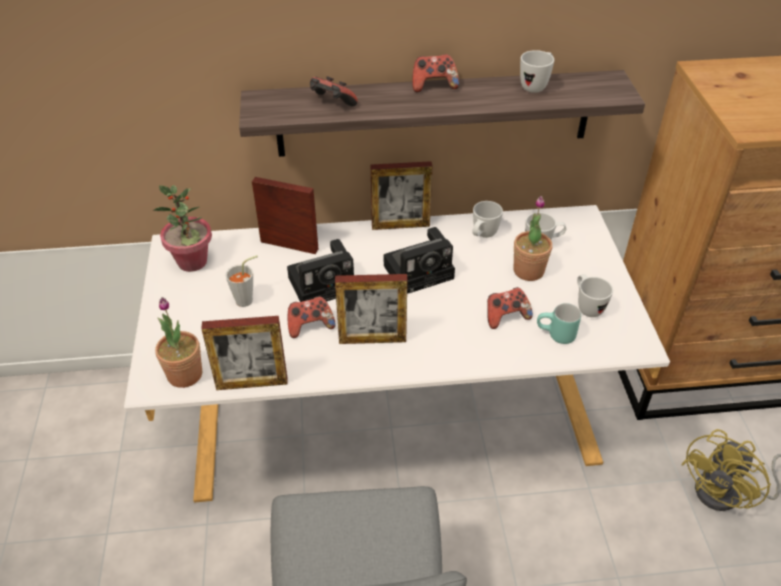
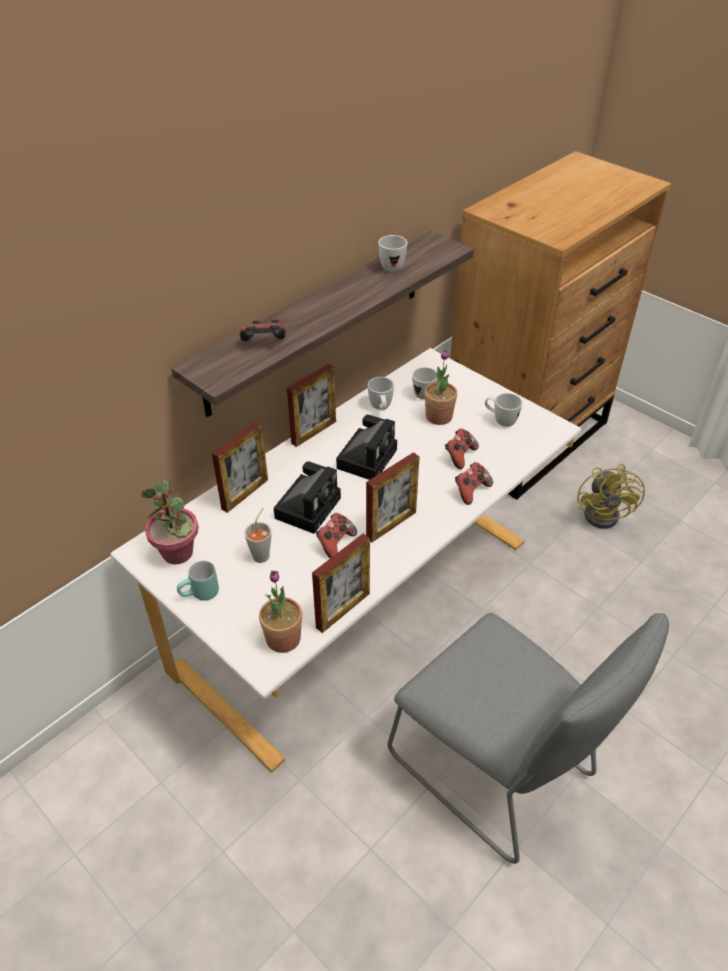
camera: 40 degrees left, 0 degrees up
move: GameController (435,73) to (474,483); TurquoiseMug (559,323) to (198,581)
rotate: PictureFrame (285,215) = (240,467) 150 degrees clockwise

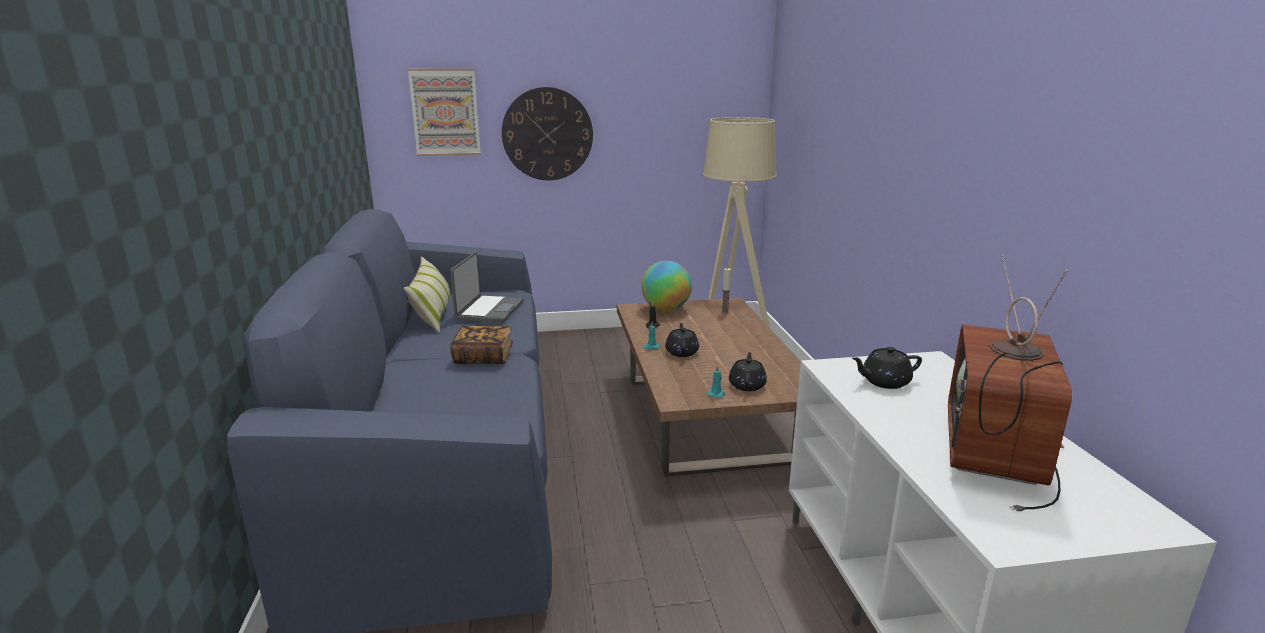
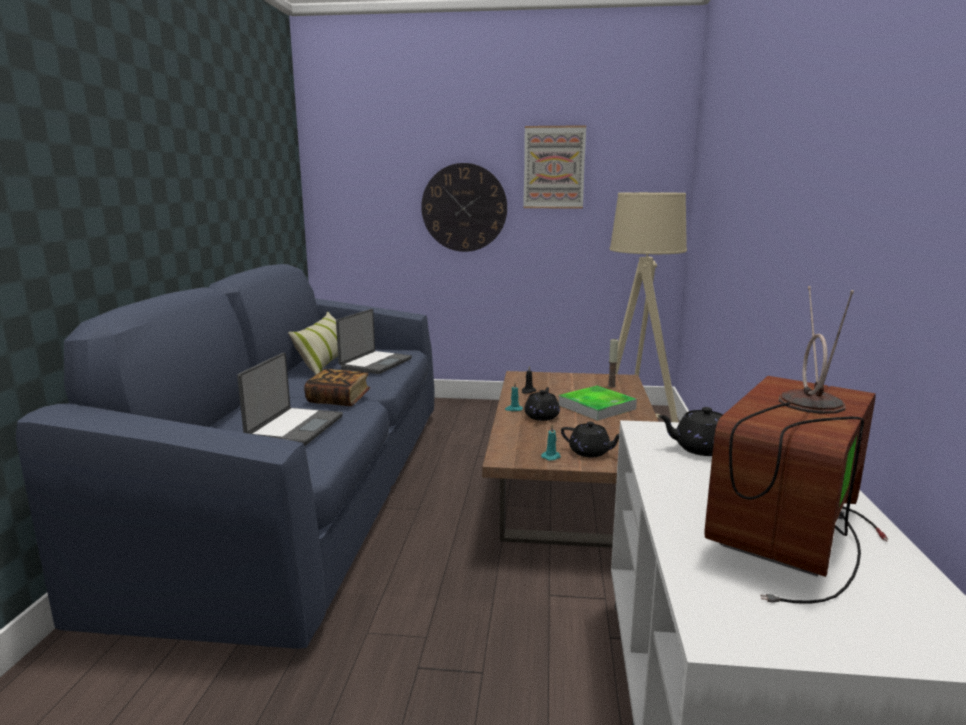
camera: 15 degrees right, 5 degrees down
delete: Globe (667,286)
insert: Laptop (290,399); Tray (598,403)
move: Picture (444,112) to (554,167)
rotate: BlackTeapot (748,371) = (590,439) 90 degrees clockwise

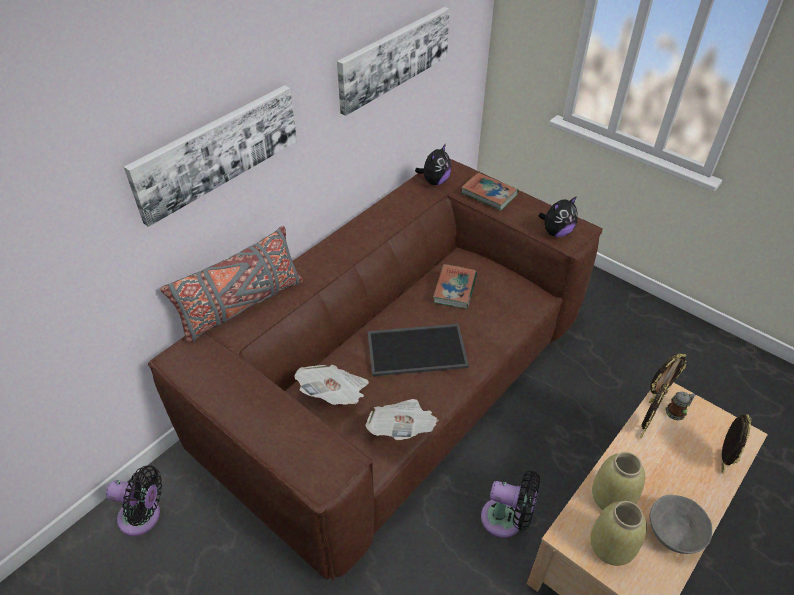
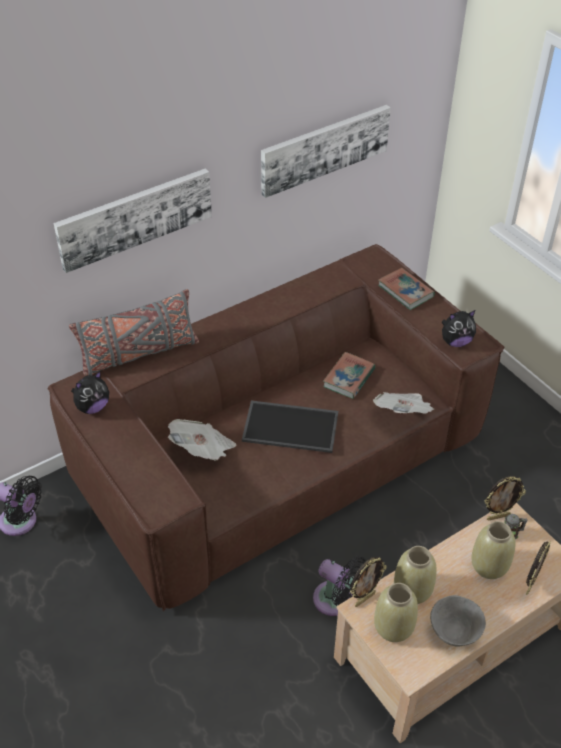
camera: 15 degrees right, 0 degrees up
insert: BeigeVase (493,550)
move: Newspaper (402,419) to (403,403); PlushToy (433,164) to (90,392); PictureFrame (655,411) to (368,582)

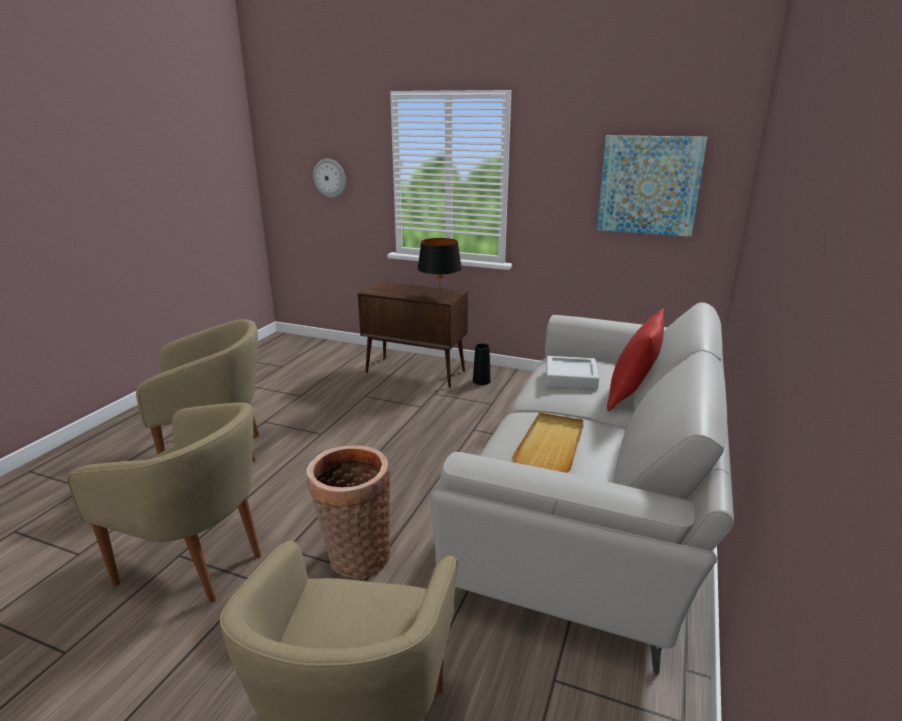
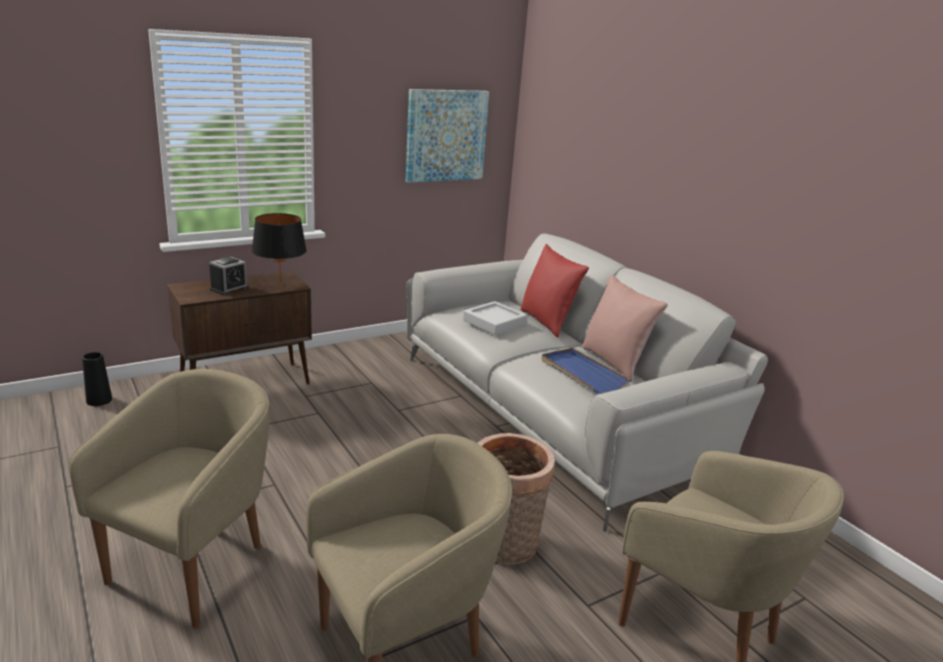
camera: 55 degrees left, 0 degrees up
delete: WallClock (329,178)
insert: AlarmClock (229,276); PinkPillow (625,328)
move: BlackVase (482,364) to (97,379)
recolor: BeigeTray (548,443) to BlueTray (586,371)

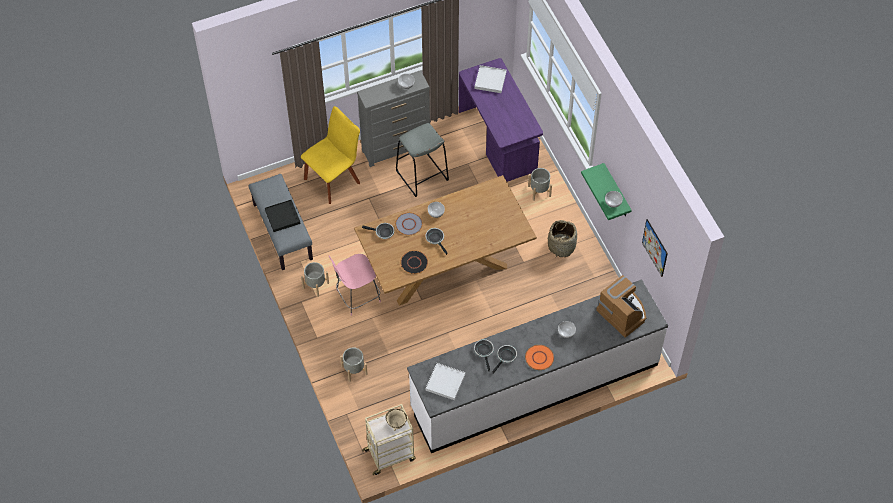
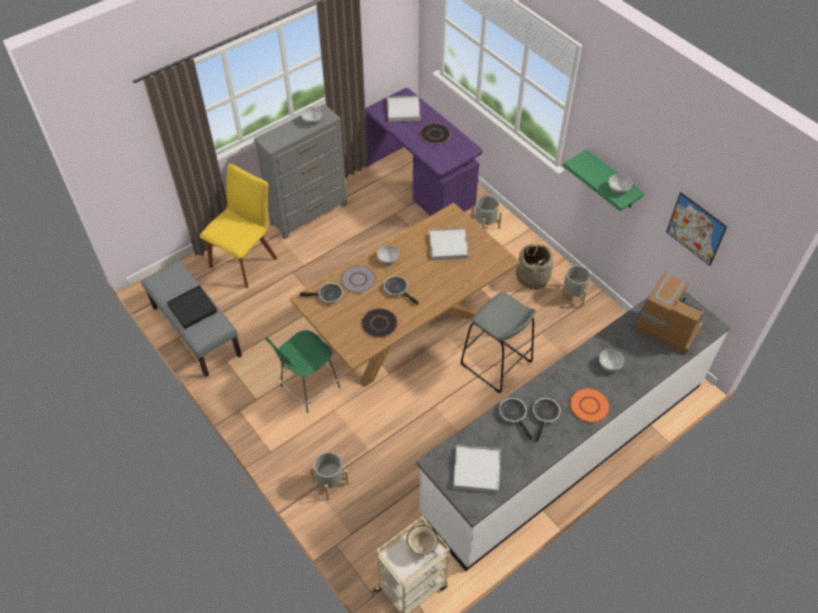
camera: 15 degrees left, 5 degrees down
insert: BlackPlate (435,133); WhiteTray (449,244)
move: GreyPlanter (315,279) to (575,286); GreyStool (422,160) to (498,342)
recolor: PinkStool (355,285) to GreenStool (302,371)

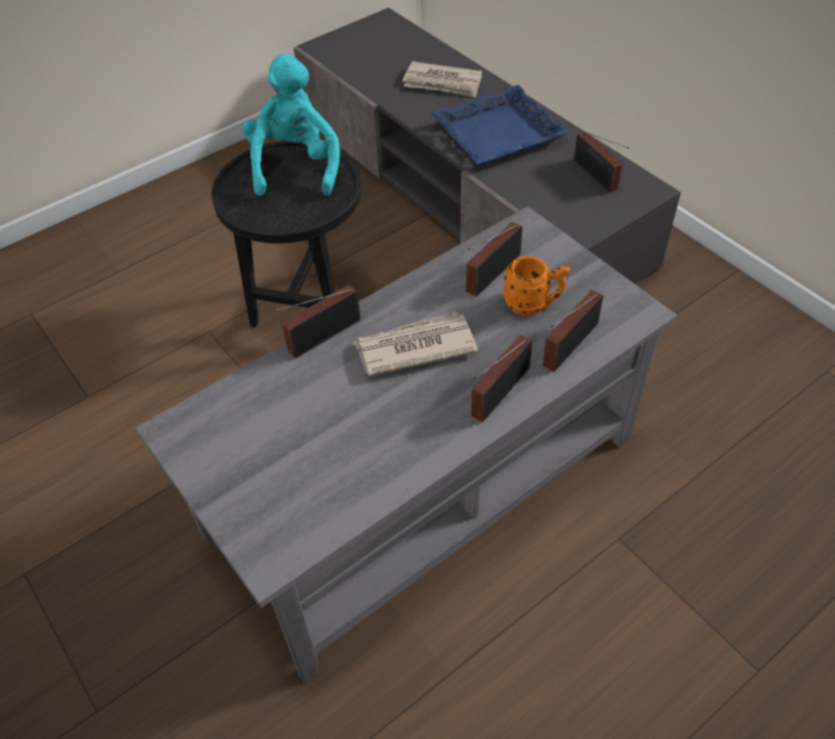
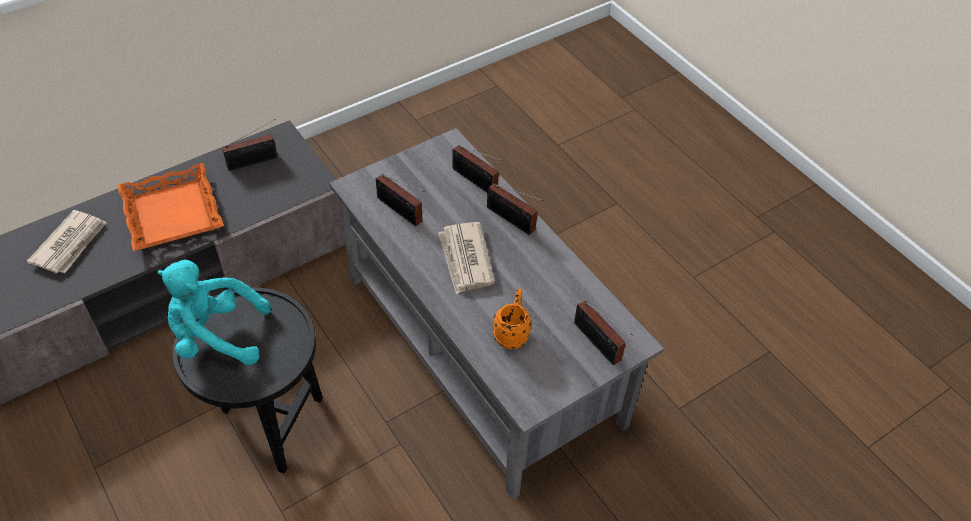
camera: 90 degrees left, 0 degrees up
move: Radio (317,321) to (603,332); OrangeMug (537,286) to (512,319)
recolor: BlueTray (500,125) to OrangeTray (170,207)

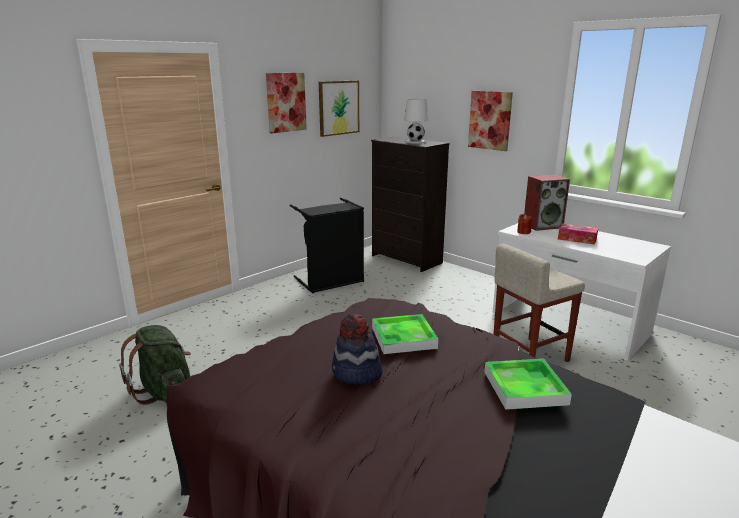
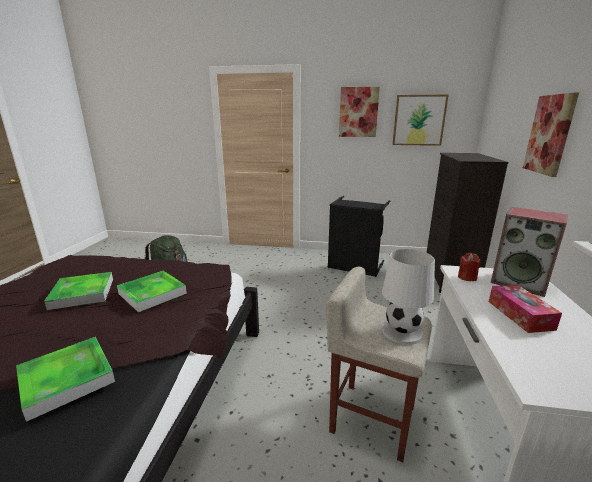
camera: 55 degrees right, 0 degrees up
move: WhiteTableLamp (416,121) to (408,297)
replace: Hat (357,349) to Tray (78,291)

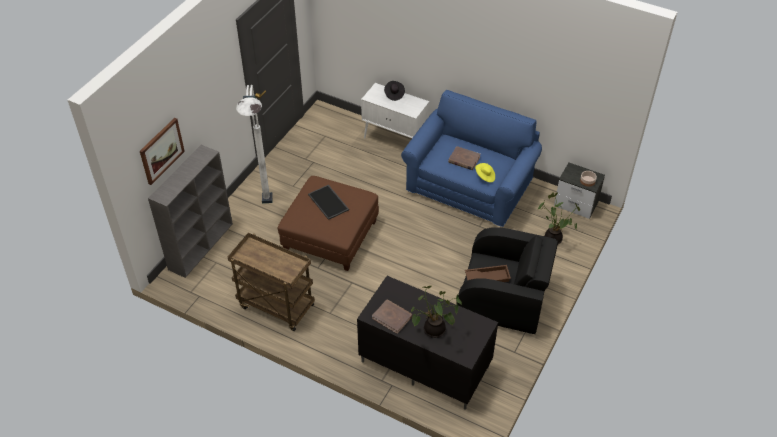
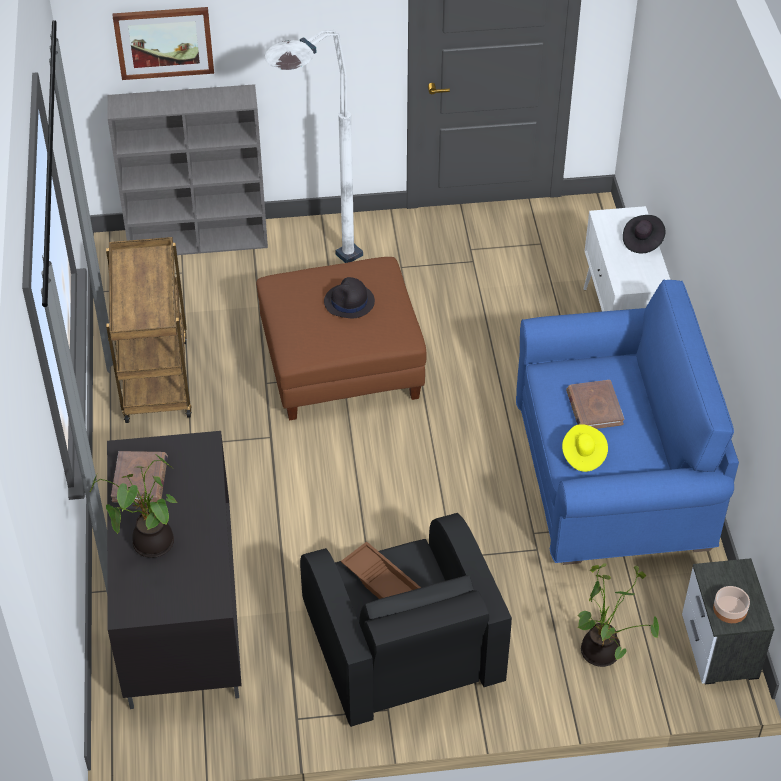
camera: 55 degrees right, 0 degrees up
replace: Tray (328,202) to BlackHat (349,297)

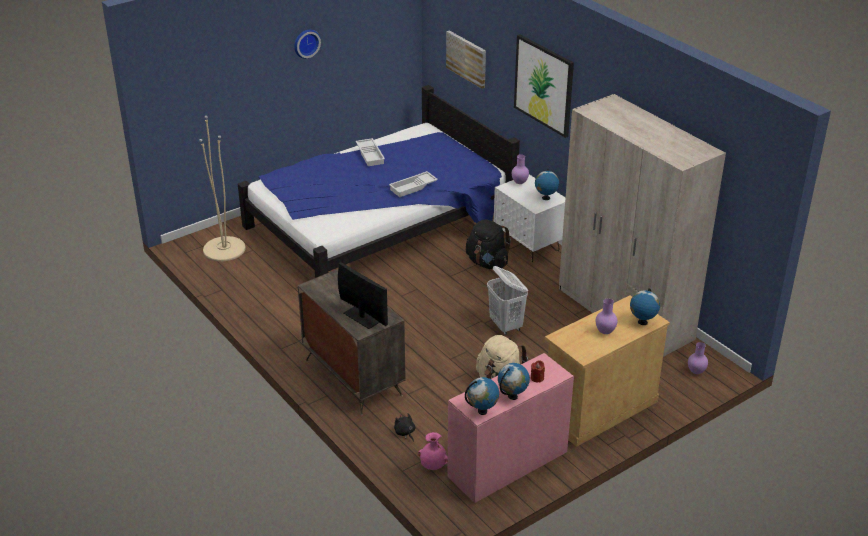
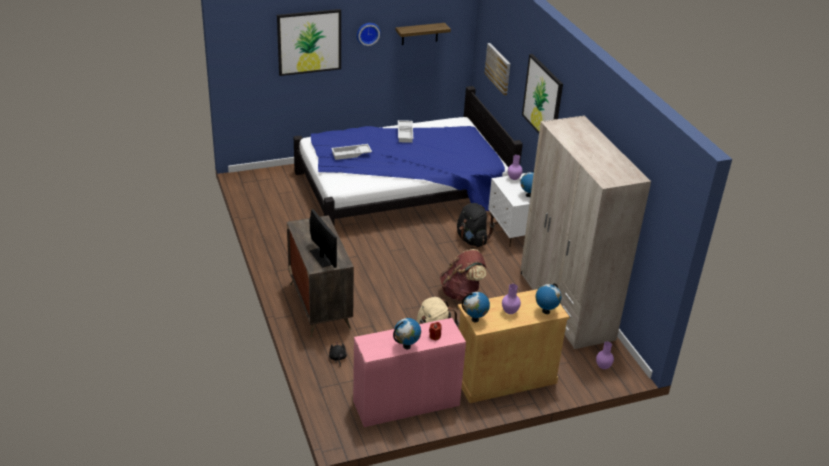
camera: 15 degrees right, 0 degrees up
delete: BeigeFloorLamp (222,188); PinkVase (433,451)
insert: Picture (309,42); Shelf (423,34)
move: WhiteTray (413,184) to (351,152); Globe (482,396) to (476,307)
replace: WhiteLaundryBasket (507,300) to BrownBackpack (463,275)

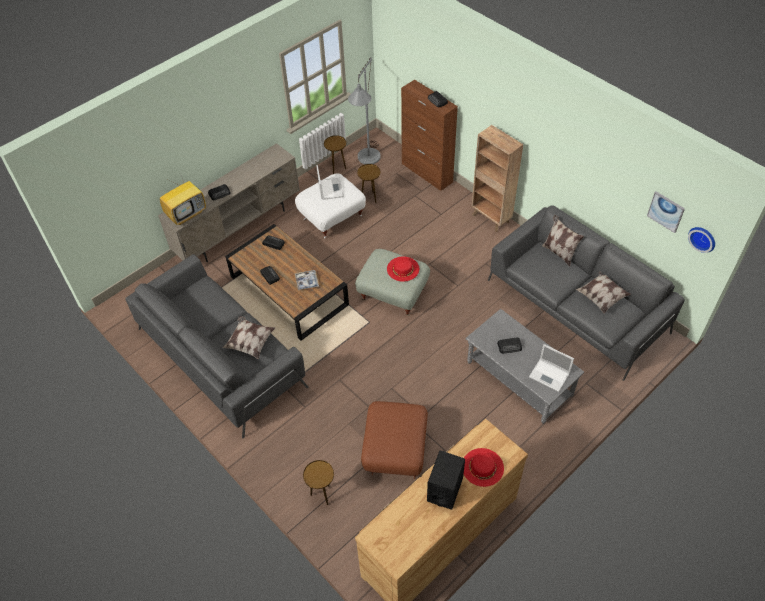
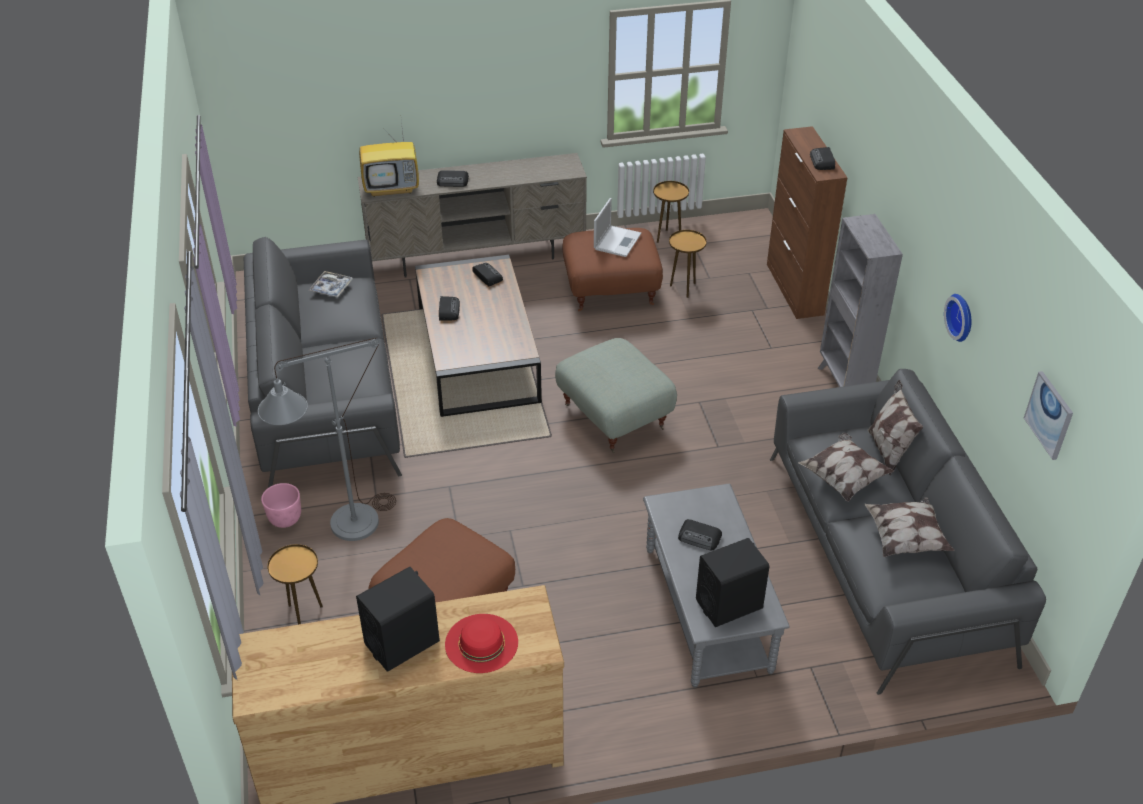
camera: 30 degrees right, 10 degrees down
delete: RedHat (403,269)
insert: PinkPlanter (281,505)
move: Pillow (248,337) to (846,467); Tray (307,280) to (330,284); GreyFloorLamp (364,110) to (327,439); WallClock (701,240) to (957,318)
replace: Laptop (551,368) to BlackSpeaker (732,582)
recolor: WhiteOttoman (330,206) to BrownOttoman (613,269); BrownBookcase (497,178) to GreyBookcase (860,300)

